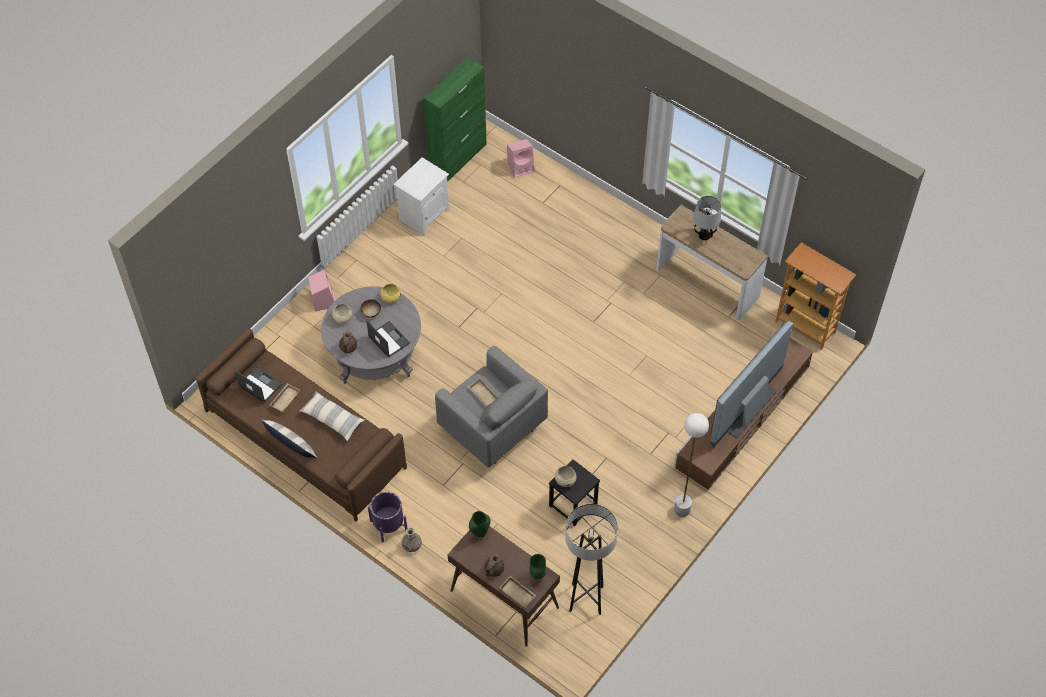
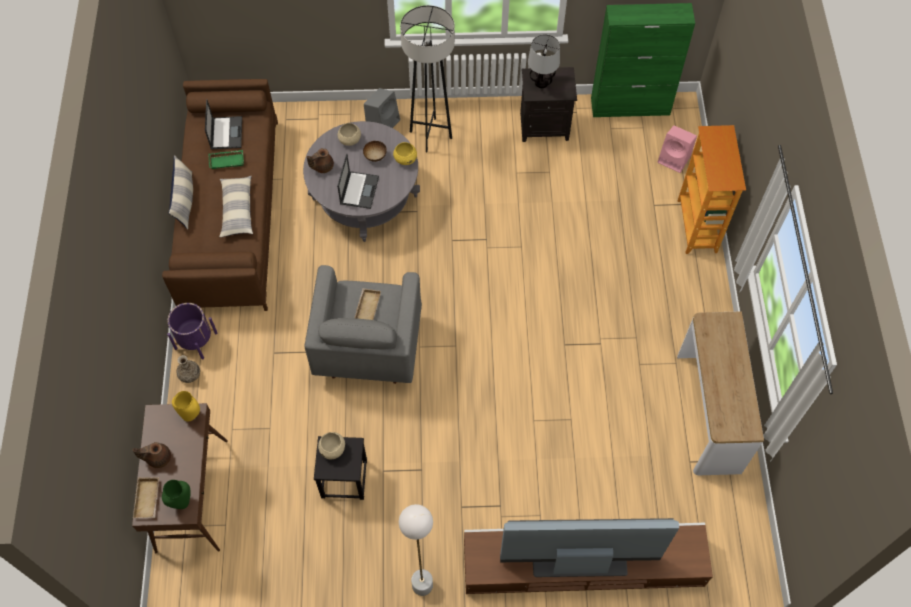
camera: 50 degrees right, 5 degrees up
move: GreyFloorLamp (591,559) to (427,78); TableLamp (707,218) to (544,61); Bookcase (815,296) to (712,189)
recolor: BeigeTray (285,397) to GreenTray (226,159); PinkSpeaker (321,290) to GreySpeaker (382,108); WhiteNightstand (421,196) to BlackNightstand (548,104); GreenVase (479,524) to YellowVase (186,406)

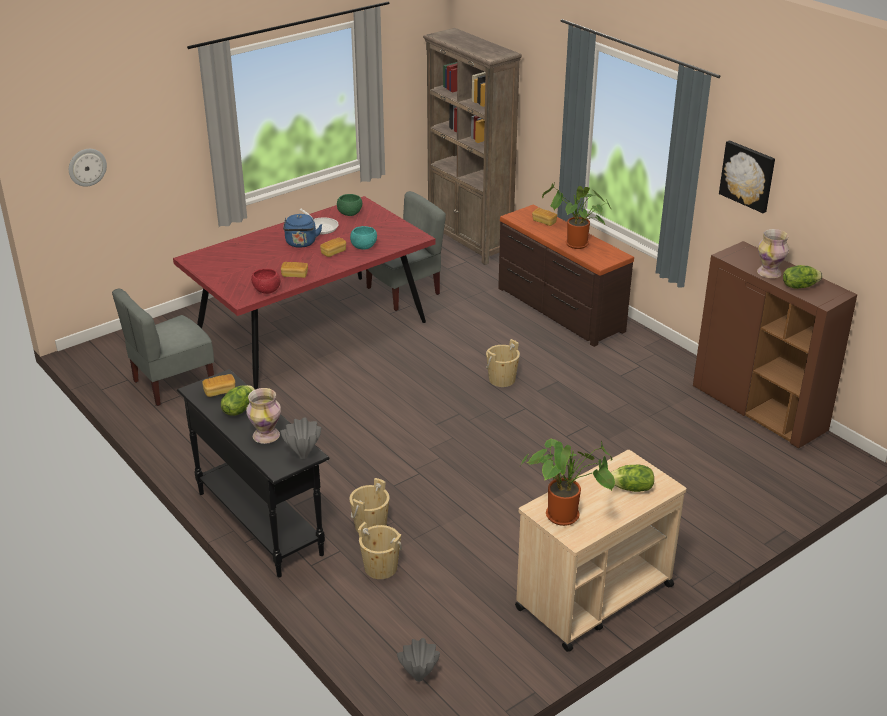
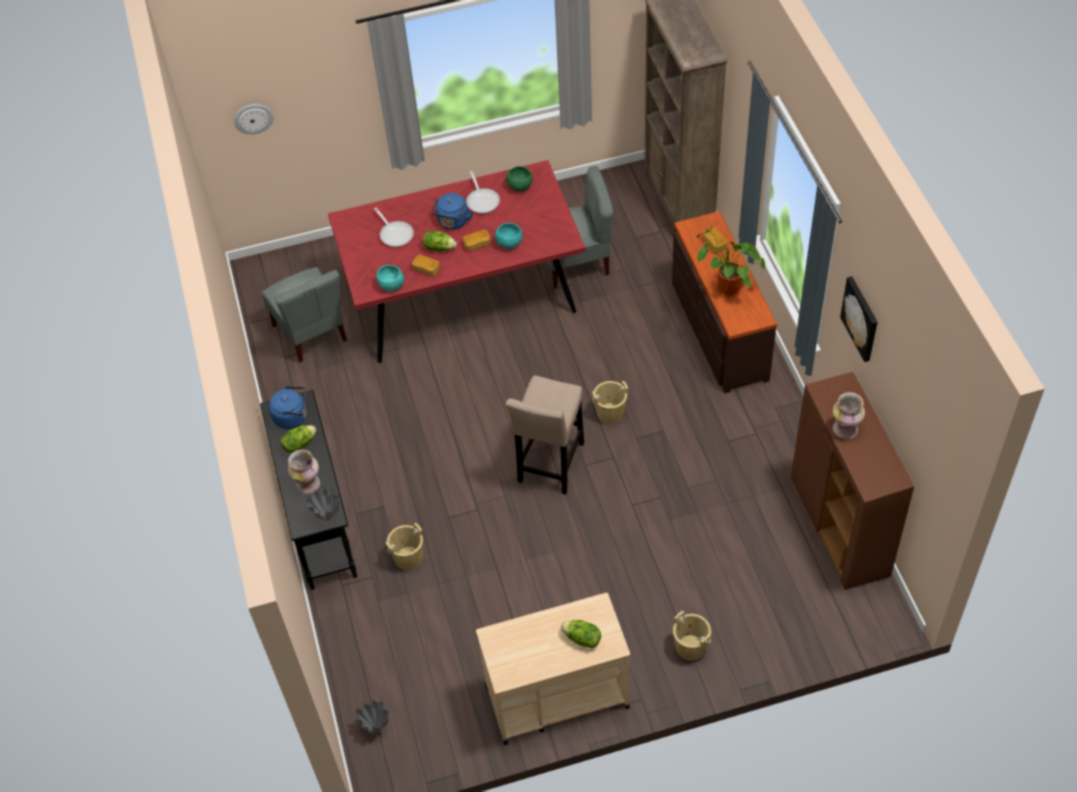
camera: 25 degrees right, 20 degrees up
delete: PottedPlant (568,482)
insert: FryingPan (394,227); BeigeStool (545,435)
move: BeigeBucket (380,550) to (692,636); Lettuce (803,277) to (440,241)
replace: Bread (218,385) to BlueKettle (287,407)
recolor: RedBowl (266,281) to TurquoiseBowl (390,278)
rotate: GreyChair (163,347) = (304,314) 105 degrees counterclockwise

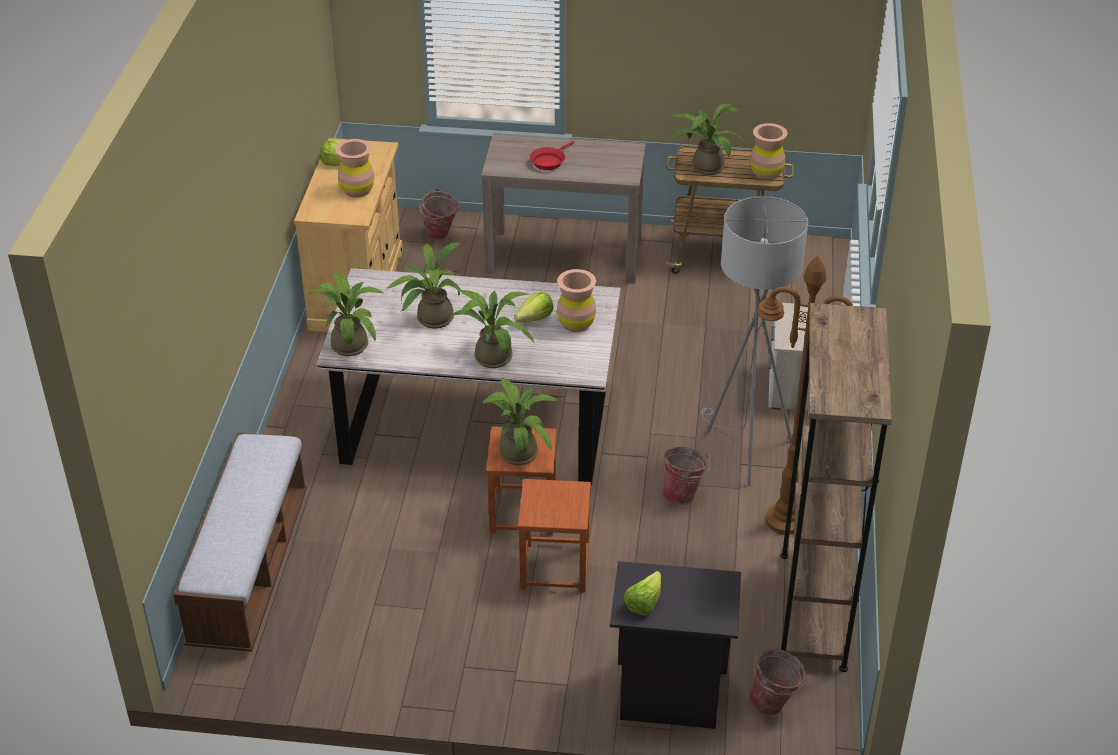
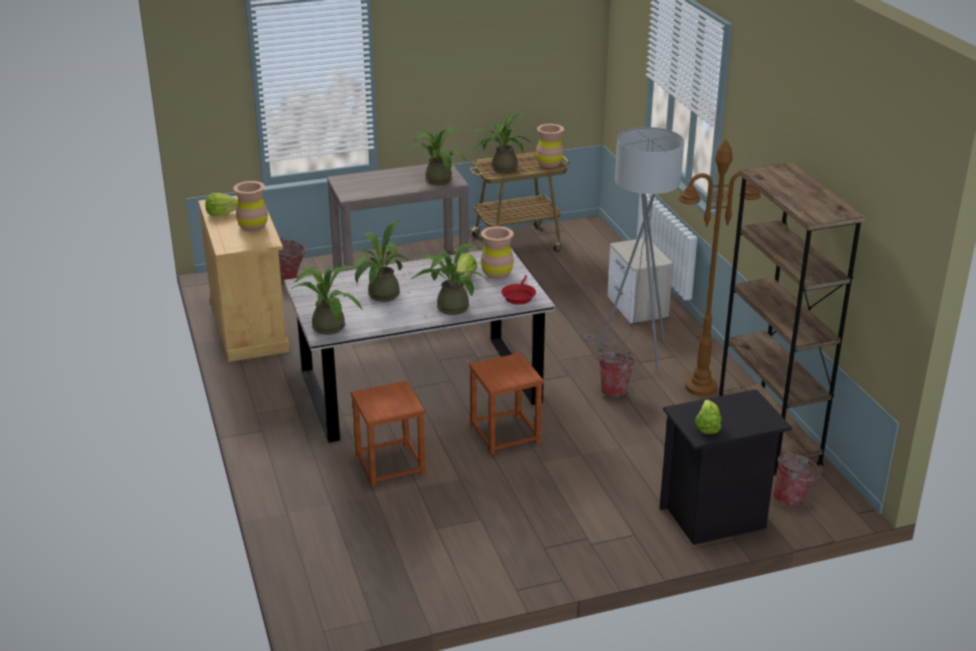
camera: 25 degrees left, 10 degrees down
delete: Bench (240,542)
move: PottedPlant (519,421) to (437,156); BrownStool (554,536) to (388,434); RedFryingPan (552,155) to (518,290)

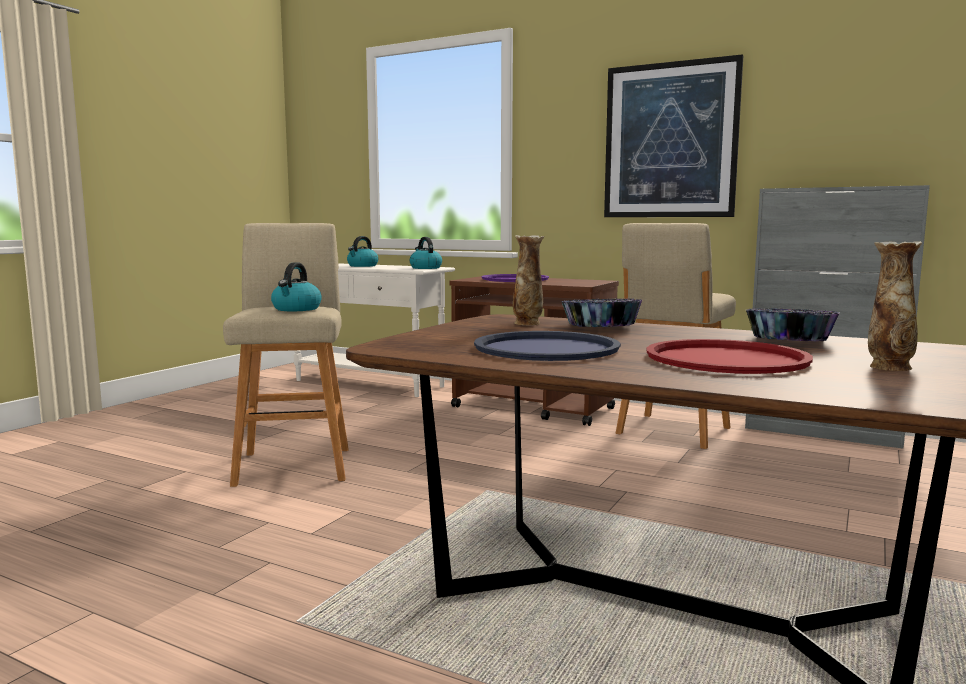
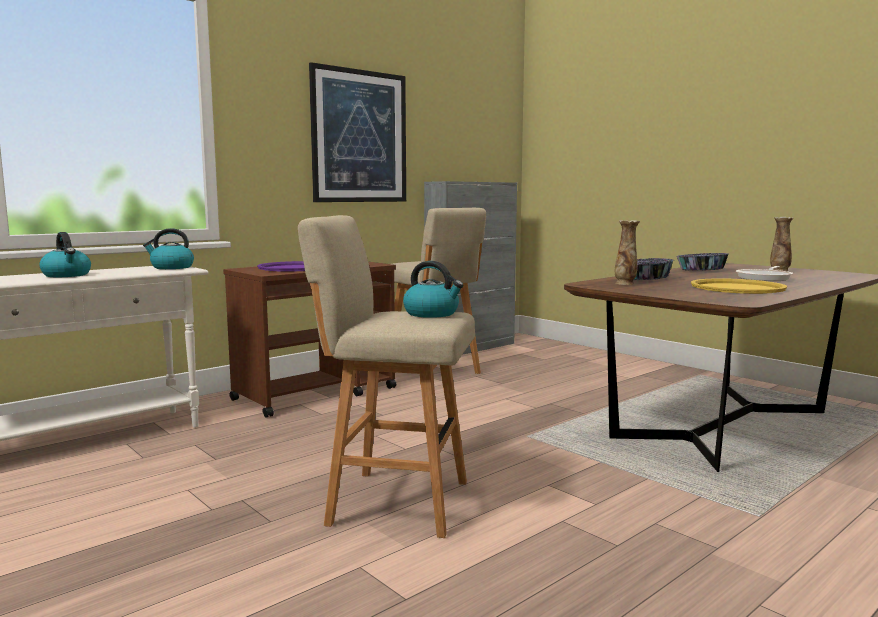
camera: 70 degrees left, 0 degrees up
replace: RedTray (729,356) to FryingPan (764,273)
recolor: BlueTray (547,346) to YellowTray (739,286)

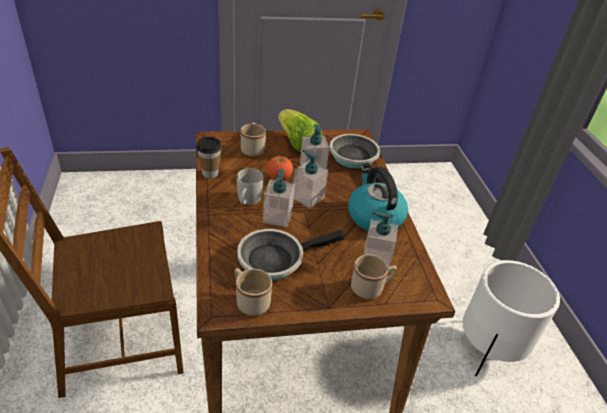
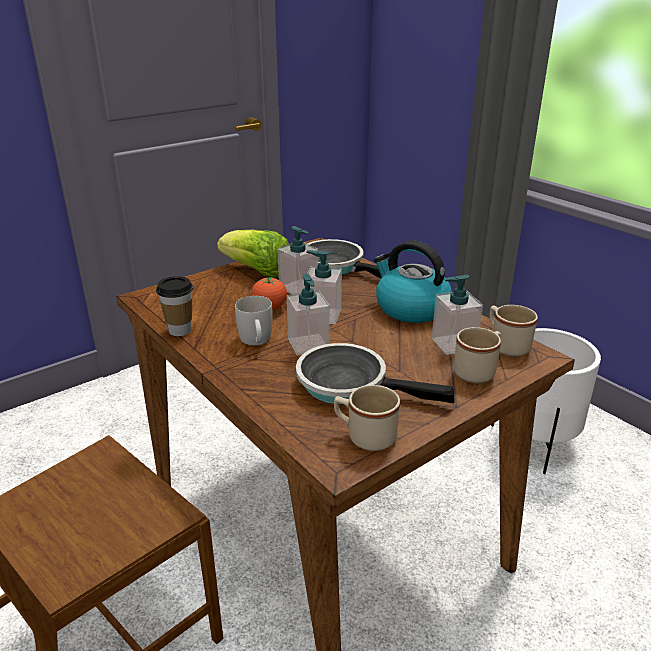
camera: 25 degrees left, 10 degrees down
move: BeigeMug (253,139) to (514,331)
rotate: FryingPan (290,255) = (375,373) 75 degrees clockwise

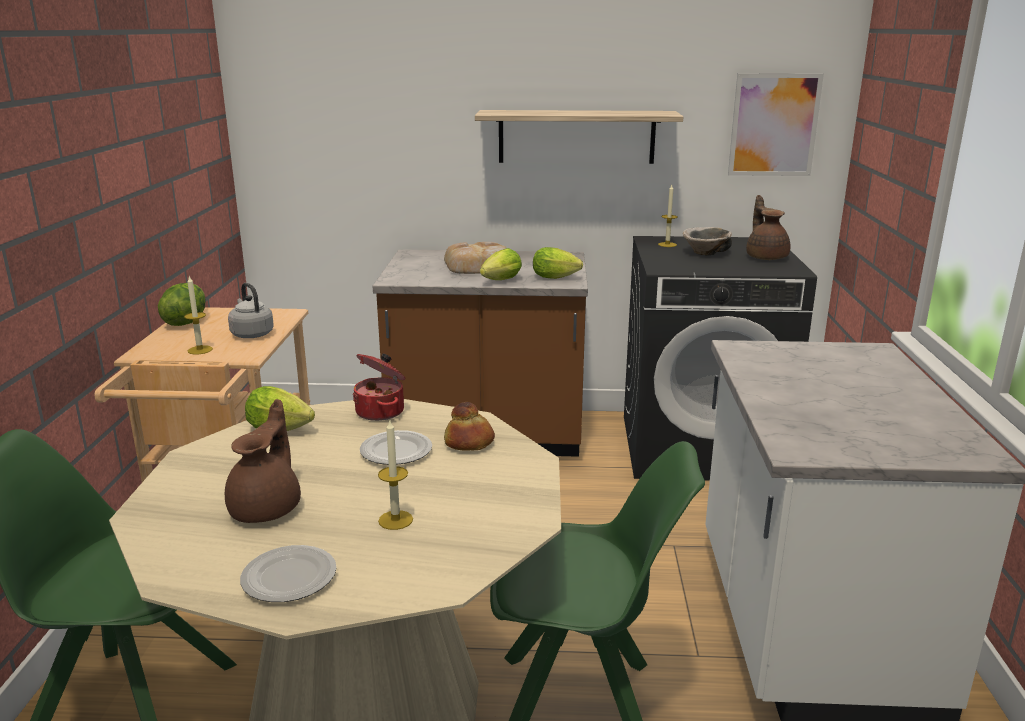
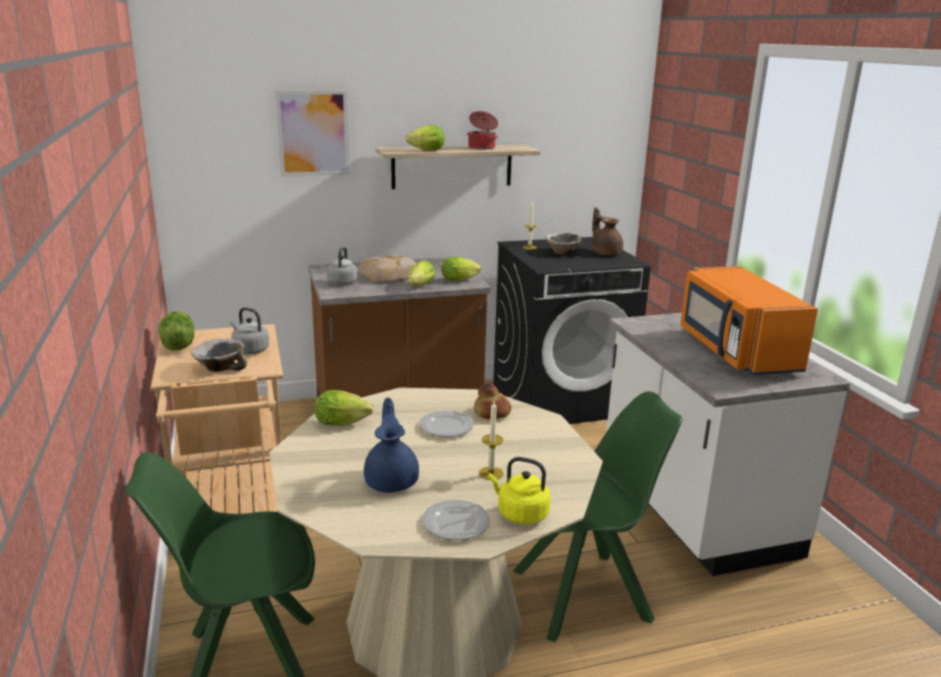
camera: 20 degrees left, 0 degrees up
insert: GreyKettle (342,266); Lettuce (425,138); YellowKettle (519,491); OrangeMicrowave (749,320)
move: CookingPot (379,387) to (482,130); Picture (776,124) to (312,133)
replace: Candle (198,315) to Bowl (219,355)
recolor: BrownTeapot (263,461) to BlueTeapot (391,445)

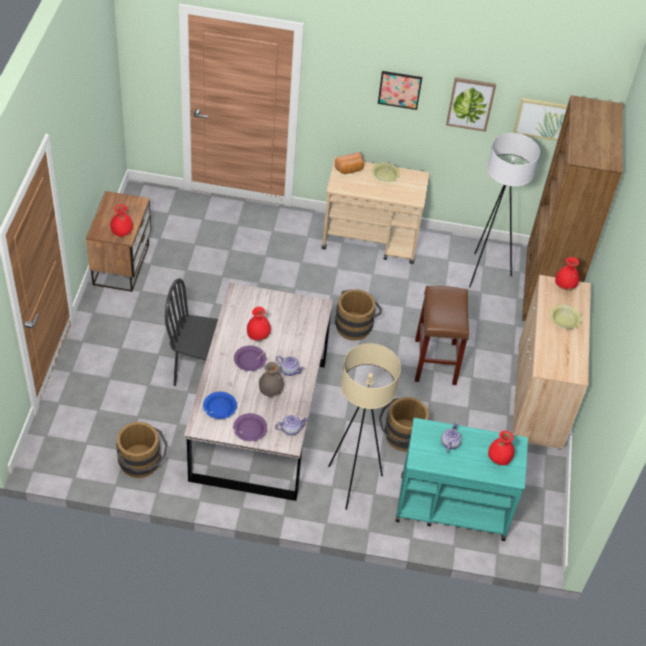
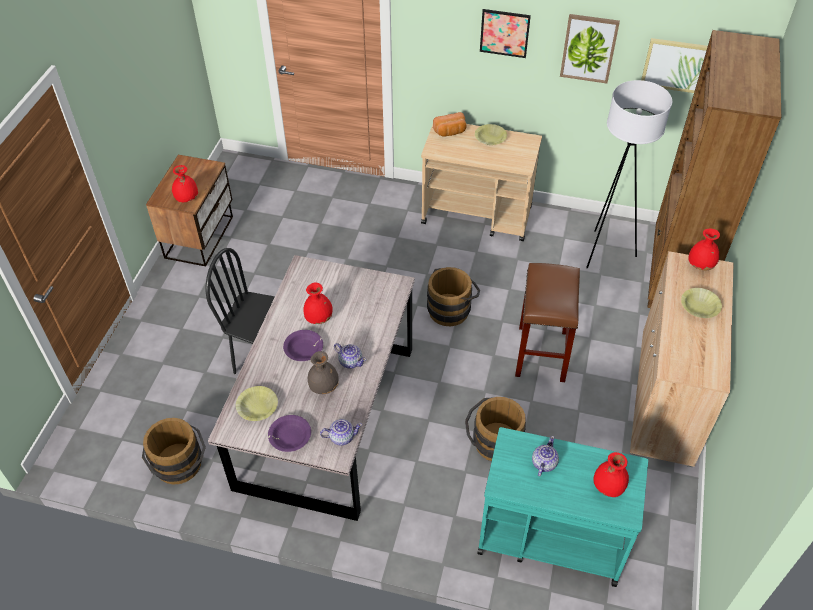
camera: 10 degrees right, 0 degrees up
delete: BeigeFloorLamp (364,427)
recolor: BlueBowl (220,405) to YellowBowl (257,403)

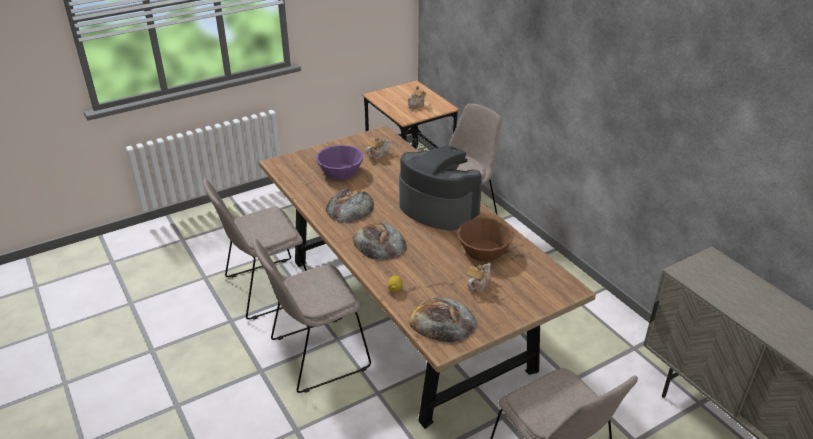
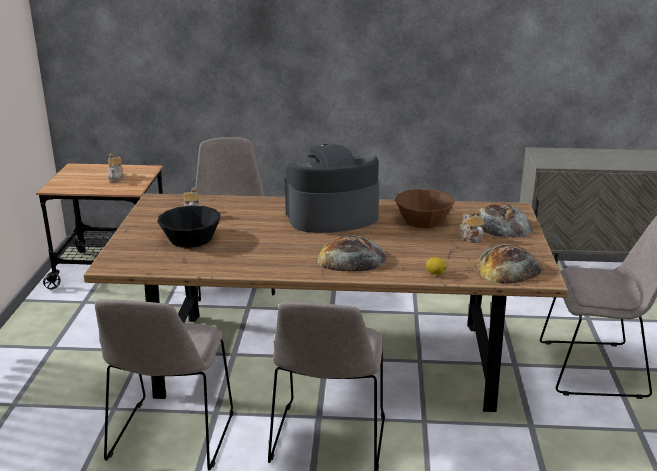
camera: 55 degrees left, 10 degrees down
move: Bread (350,205) to (502,220)
recolor: PurpleBowl (339,162) to BlackBowl (188,226)

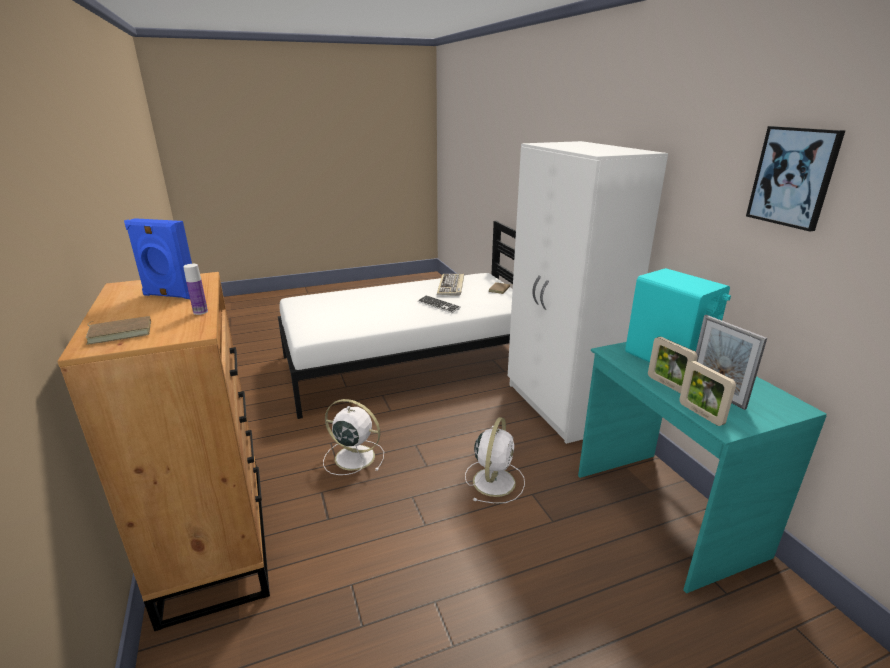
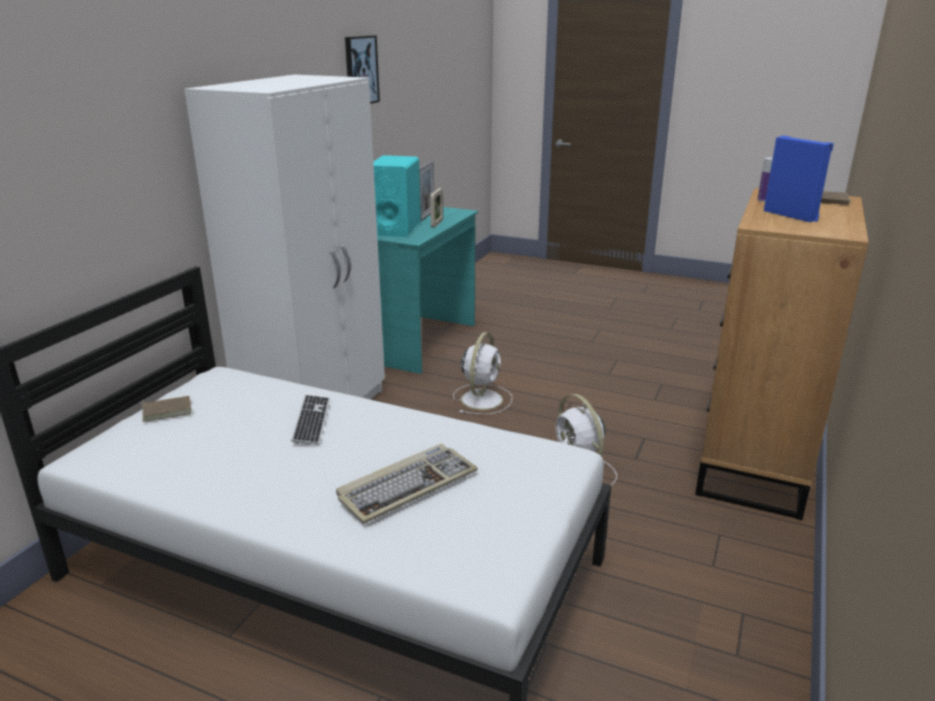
camera: 135 degrees left, 0 degrees up
delete: PictureFrame (707,393)
move: Keyboard (450,285) to (407,484)
rotate: WhiteFan (495,460) = (482,373) 135 degrees clockwise

